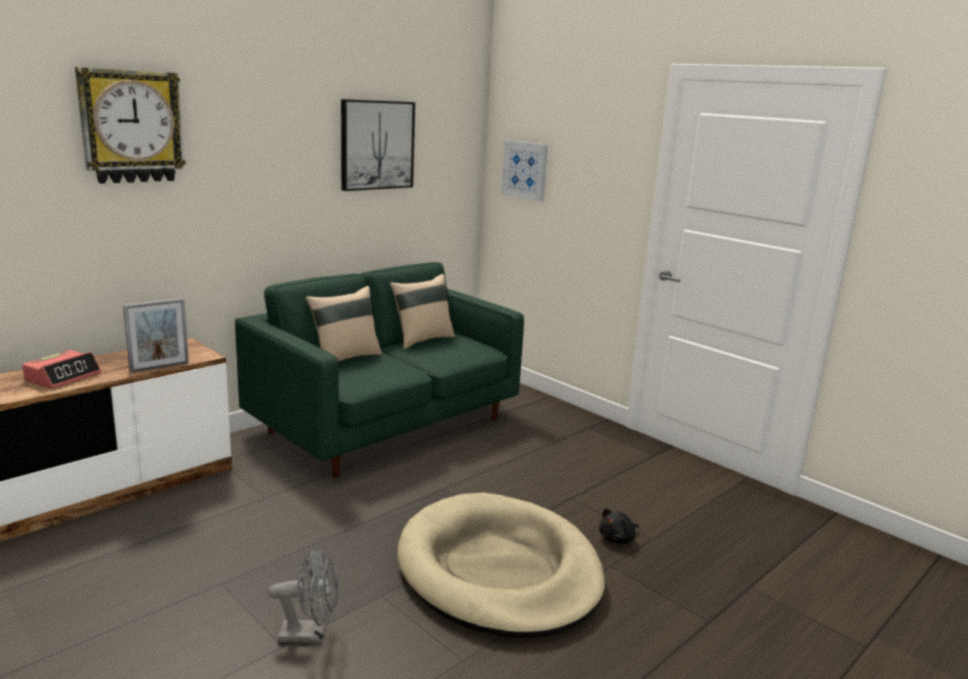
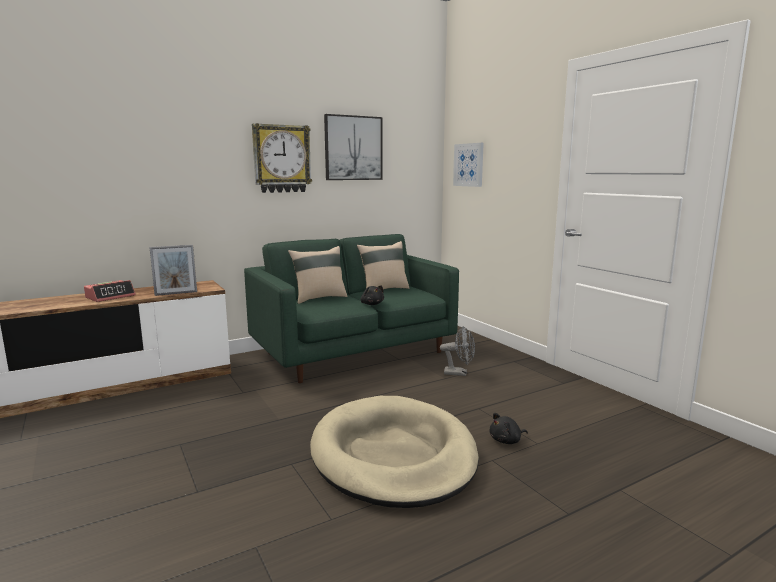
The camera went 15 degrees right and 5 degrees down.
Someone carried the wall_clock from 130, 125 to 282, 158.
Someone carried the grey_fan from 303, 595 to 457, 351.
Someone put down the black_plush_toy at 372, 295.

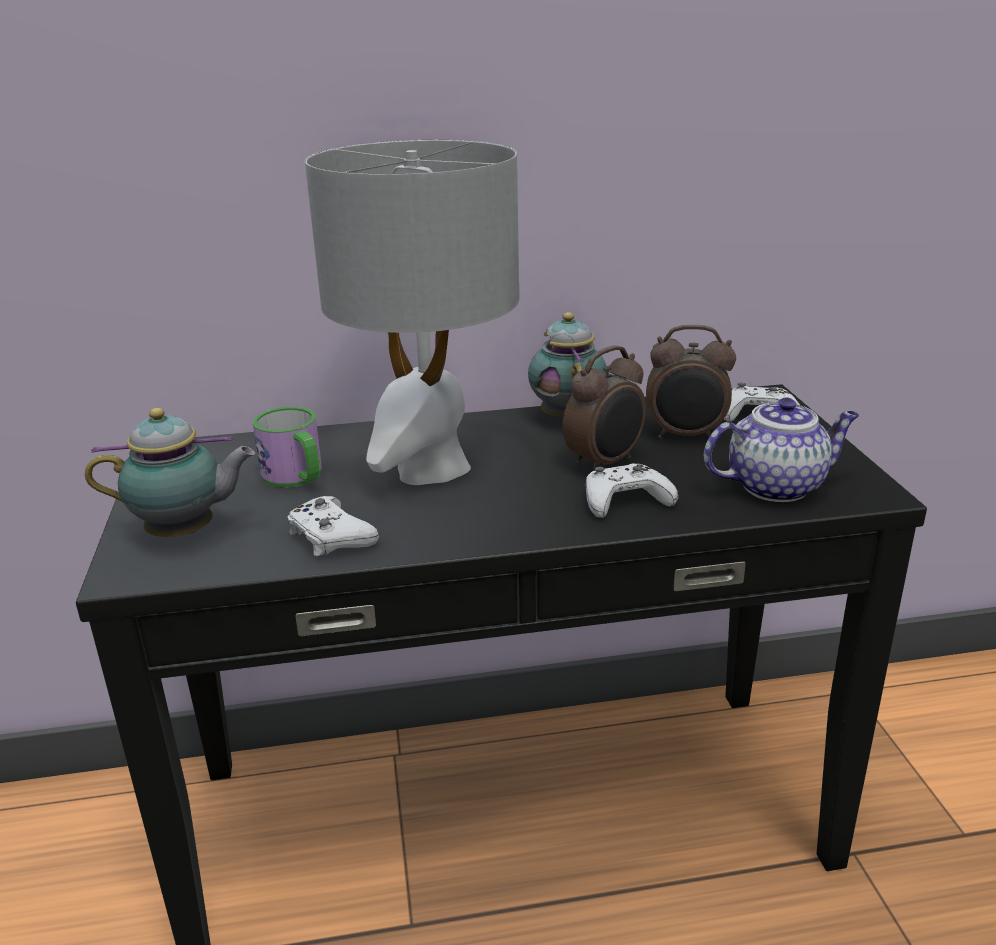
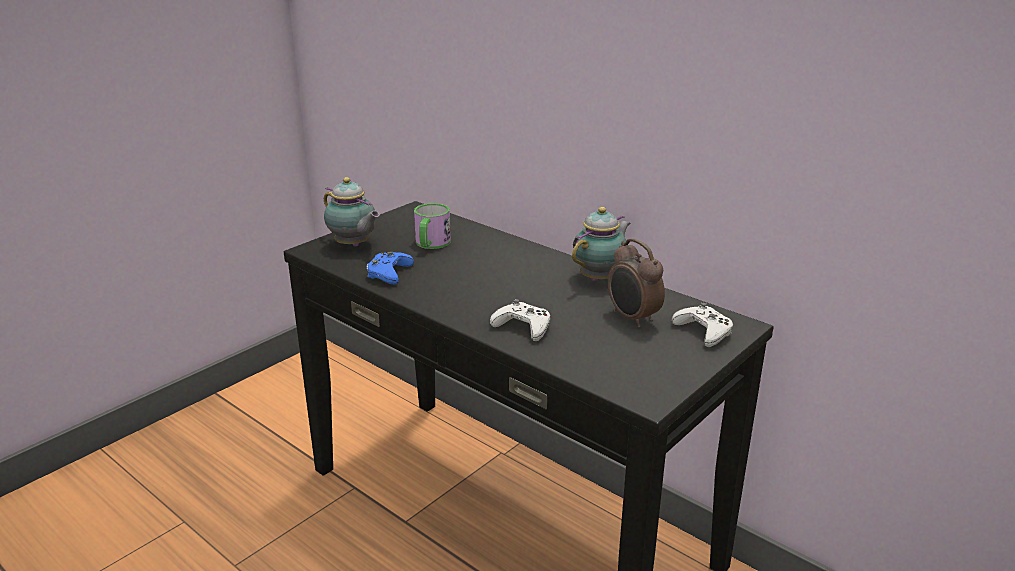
The camera went 50 degrees right and 0 degrees up.
Someone took away the grey_table_lamp at 412, 312.
Someone took away the alarm_clock at 604, 408.
Someone took away the teapot at 781, 449.
Someone repainted the white_game_controller at 333, 526, which became the blue_game_controller at 390, 268.

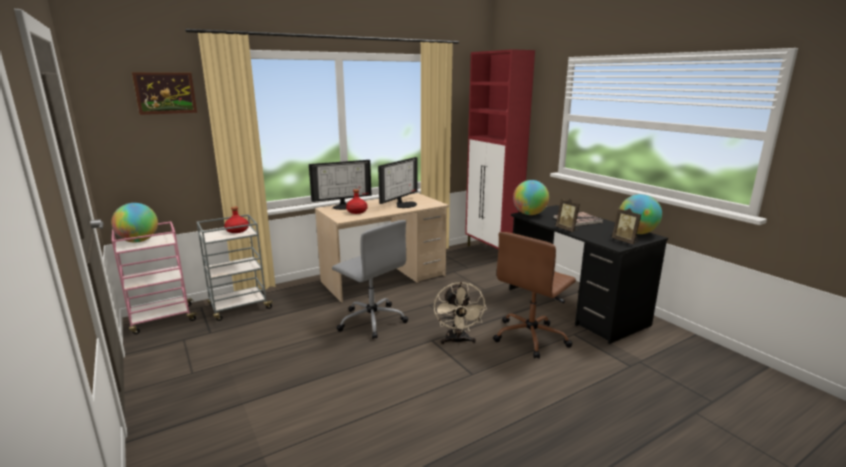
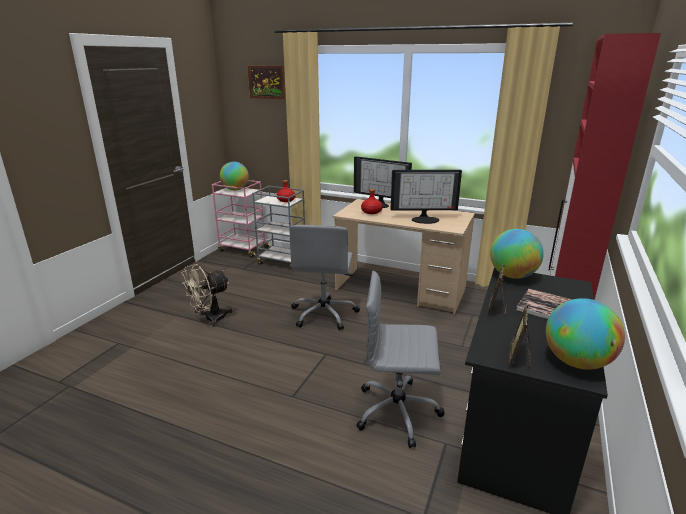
The camera went 55 degrees right and 5 degrees up.
Someone repainted the brown_office_chair at 534, 295, which became the grey_office_chair at 400, 359.
Someone carried the beige_fan from 460, 313 to 207, 295.

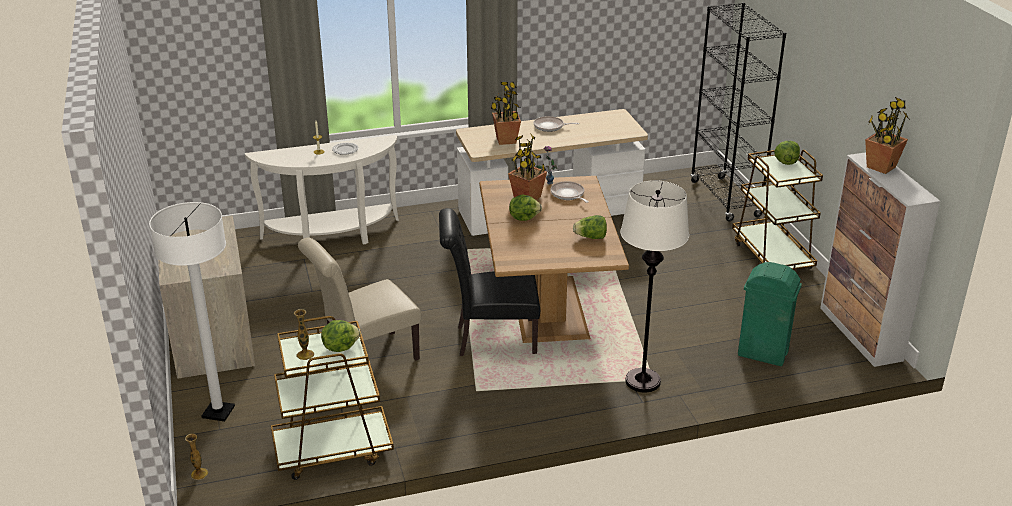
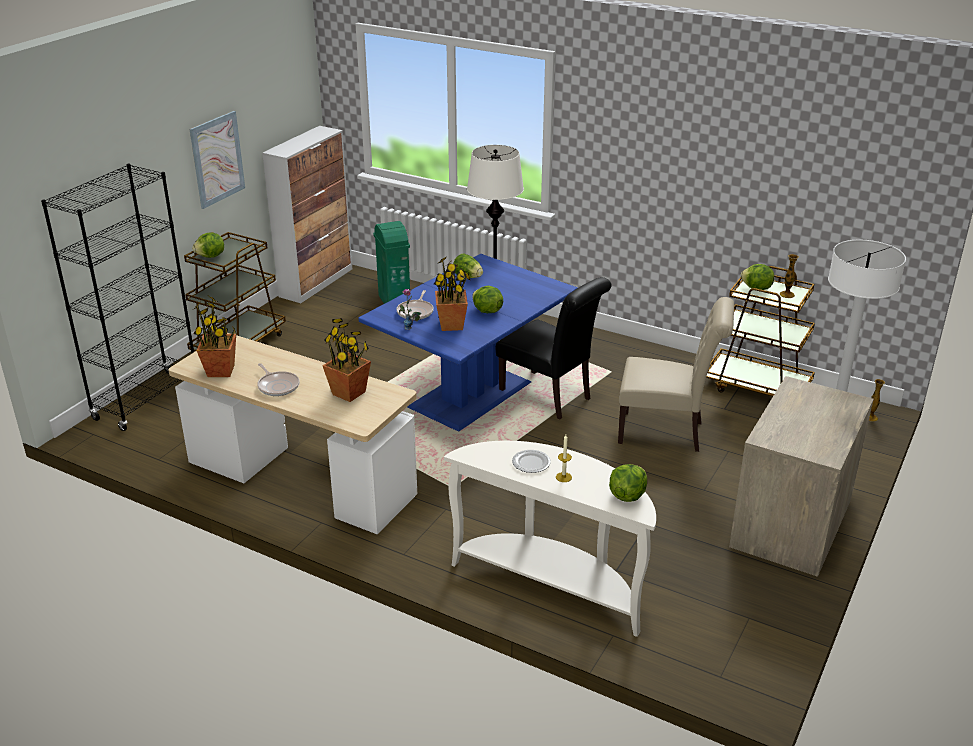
The camera went 135 degrees left and 0 degrees up.
Someone carried the potted_plant from 887, 135 to 214, 336.
Someone repainted the brown_dining_table at 554, 259, which became the blue_dining_table at 467, 343.
Someone put up the picture at 217, 160.
Someone put down the lettuce at 628, 483.

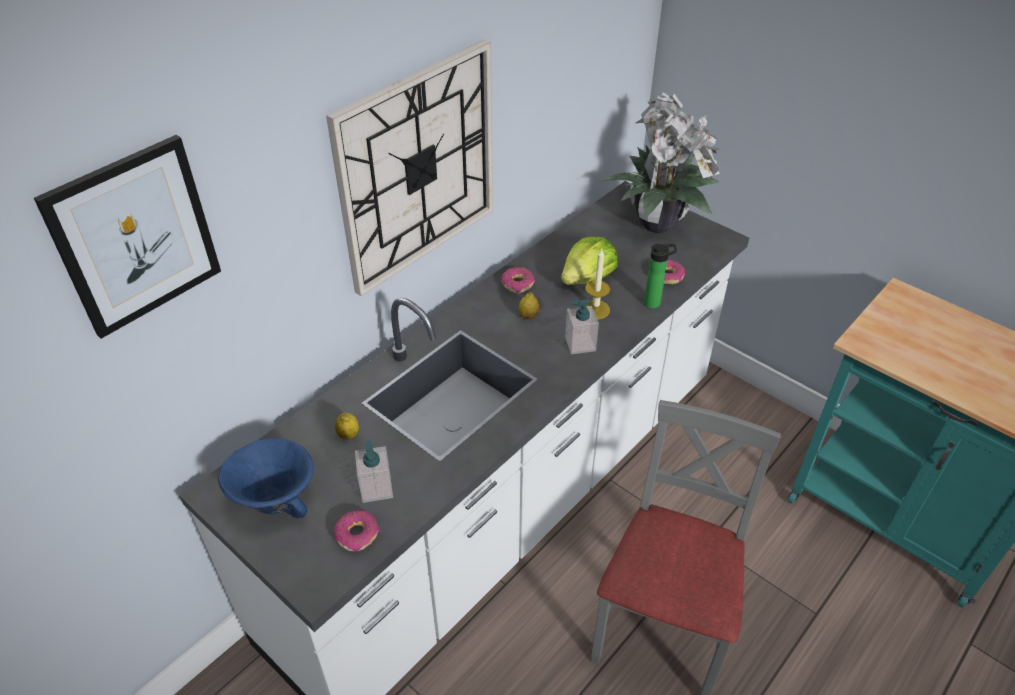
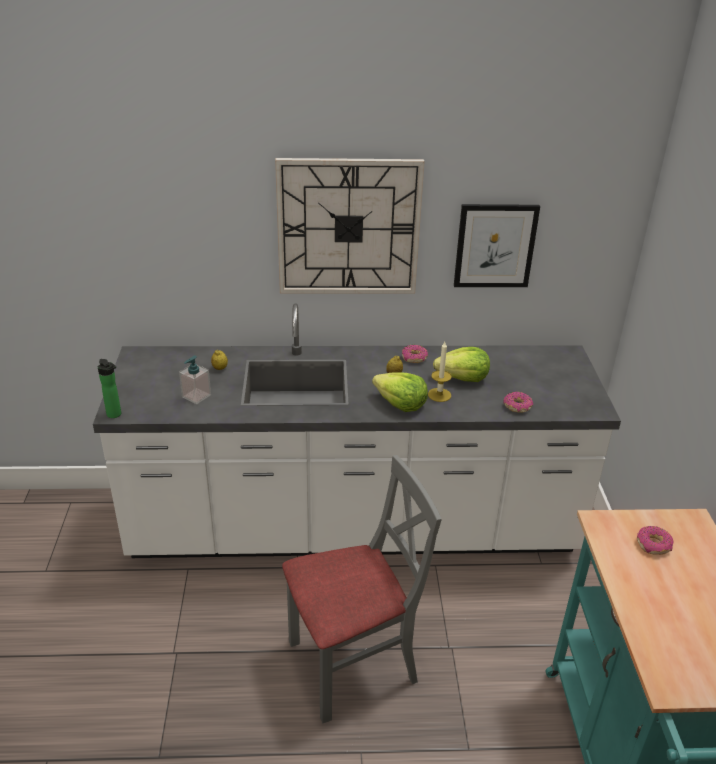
The camera went 45 degrees right and 10 degrees down.
Someone took away the potted_plant at 660, 163.
Someone carried the picture from 127, 237 to 497, 245.
Someone carried the bottle from 660, 276 to 109, 388.
Someone swapped the soap_dispenser at 582, 326 for the lettuce at 400, 392.
Someone took away the blue_bowl at 266, 478.
Someone carried the donut from 357, 531 to 655, 540.

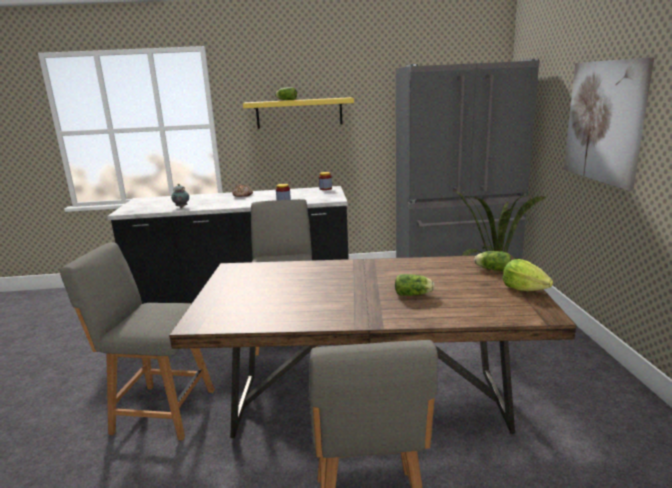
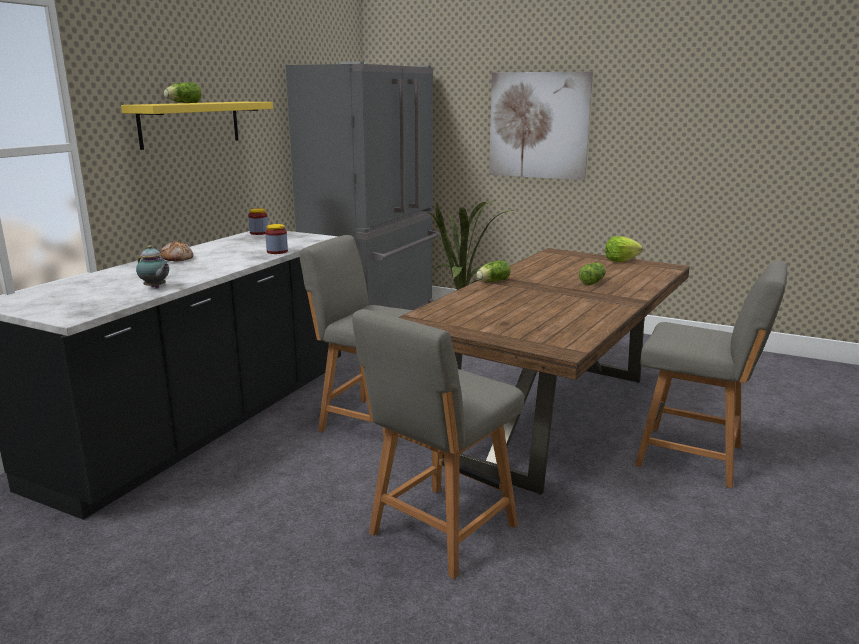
The camera went 60 degrees left and 0 degrees up.
Someone carried the lettuce from 492, 261 to 493, 271.

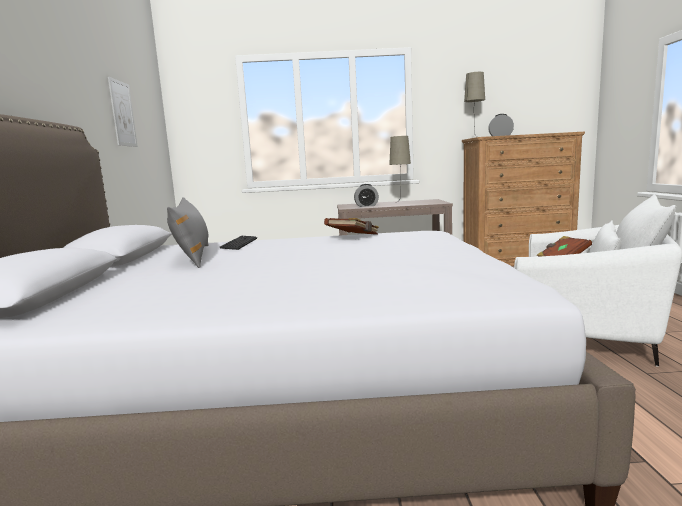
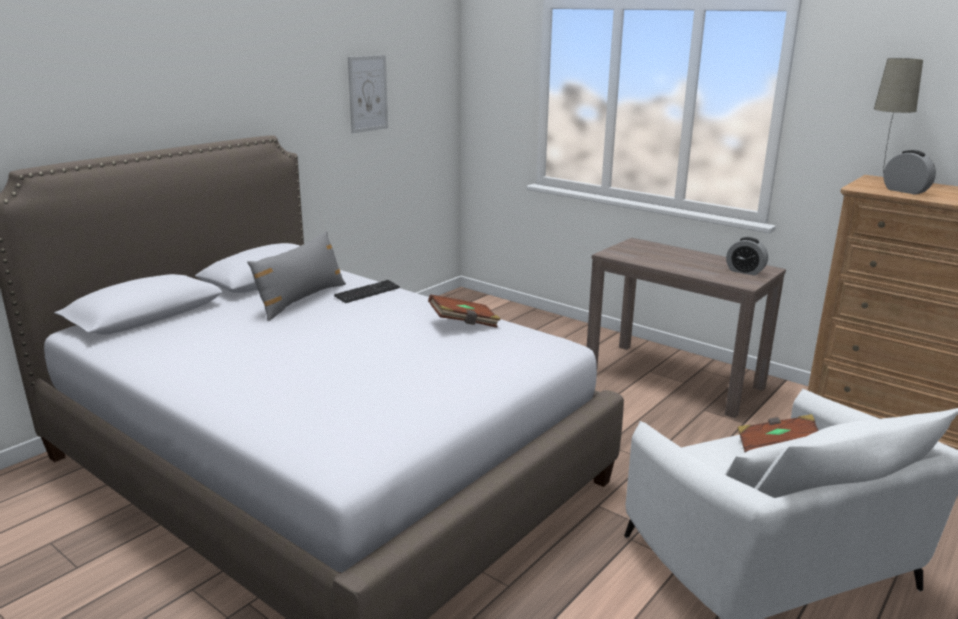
The camera went 40 degrees right and 10 degrees up.
Someone took away the beige_table_lamp at 400, 169.
Someone carried the alarm_clock from 366, 195 to 747, 256.

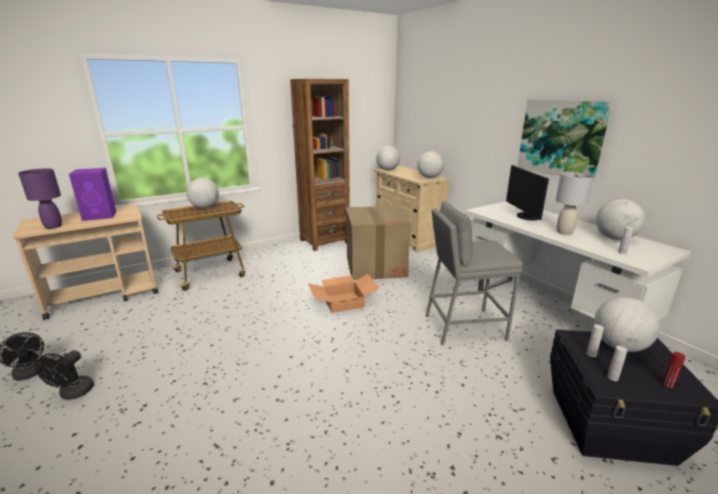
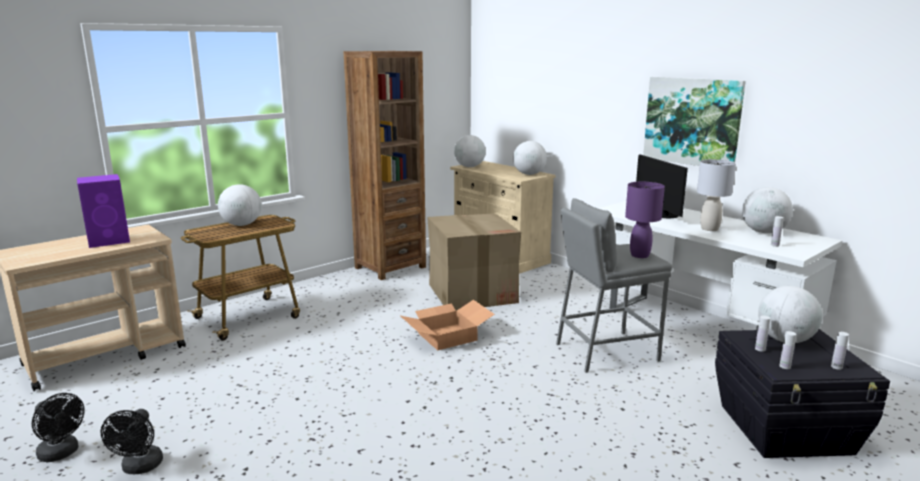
The camera went 10 degrees left and 5 degrees down.
Someone carried the purple_table_lamp from 40, 199 to 645, 220.
Someone repainted the red_bottle at 673, 370, which became the white_bottle at 840, 351.

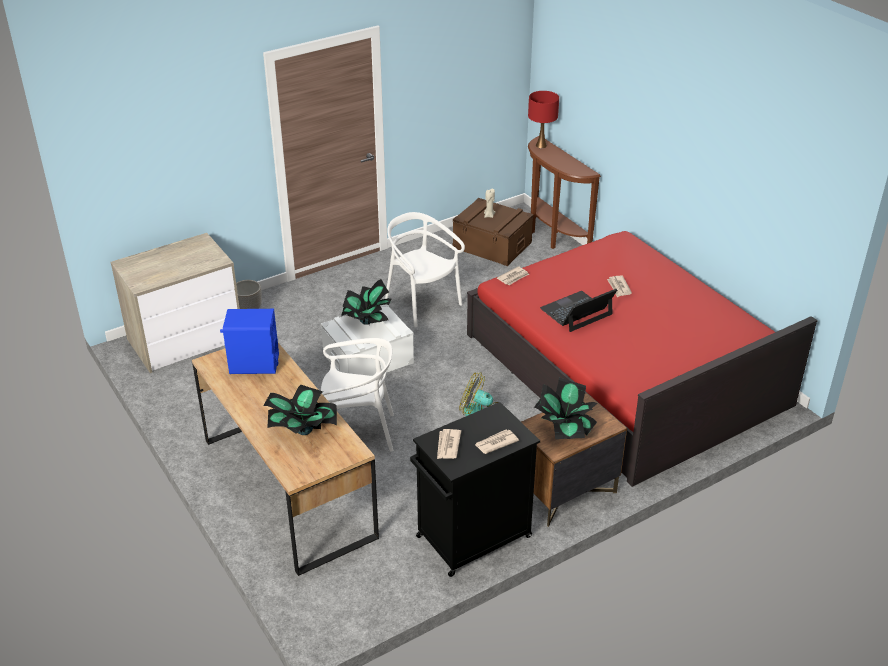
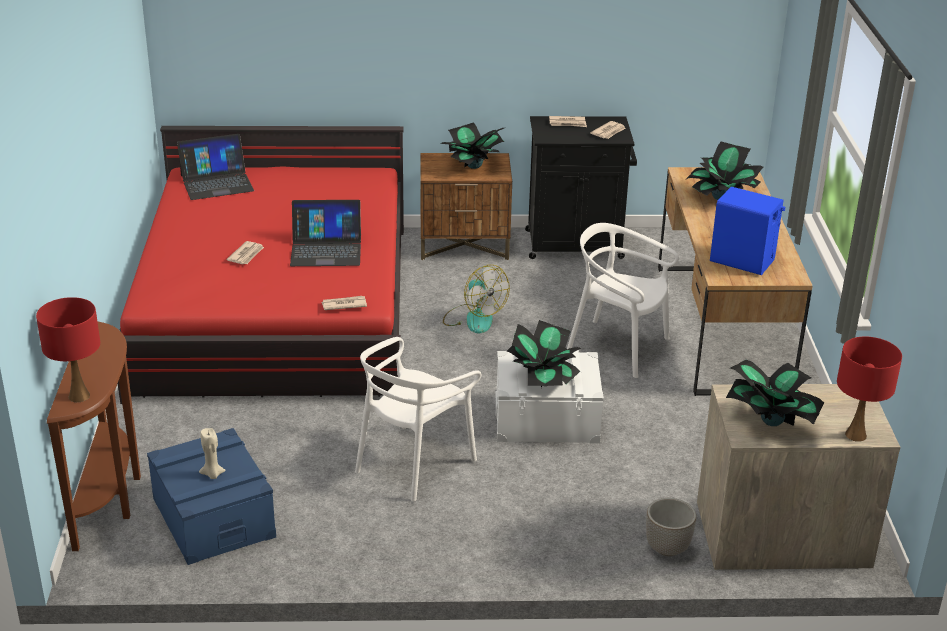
The camera went 150 degrees left and 5 degrees down.
Someone repainted the brown_storage_box at 493, 232, which became the blue_storage_box at 211, 496.
Someone rotated the white_chair at 425, 269 by 45 degrees clockwise.
Someone put down the laptop at 215, 167.
Someone put down the red_table_lamp at 869, 389.
Someone put down the potted_plant at 775, 393.

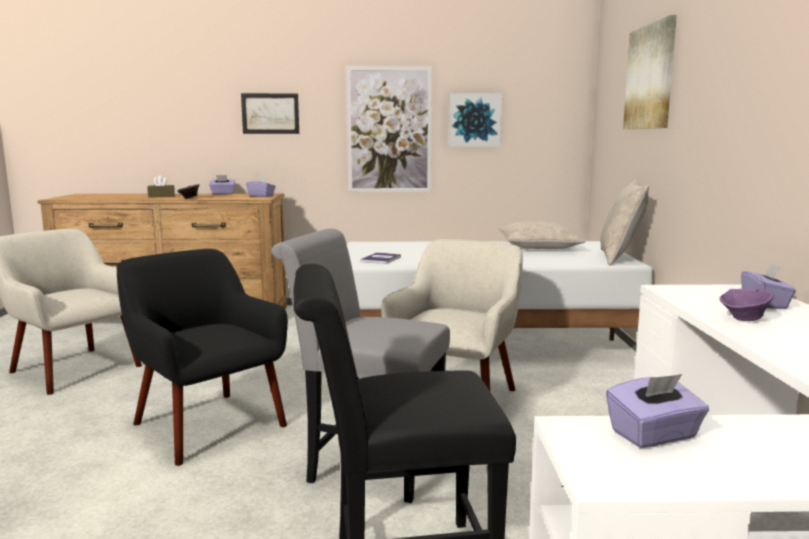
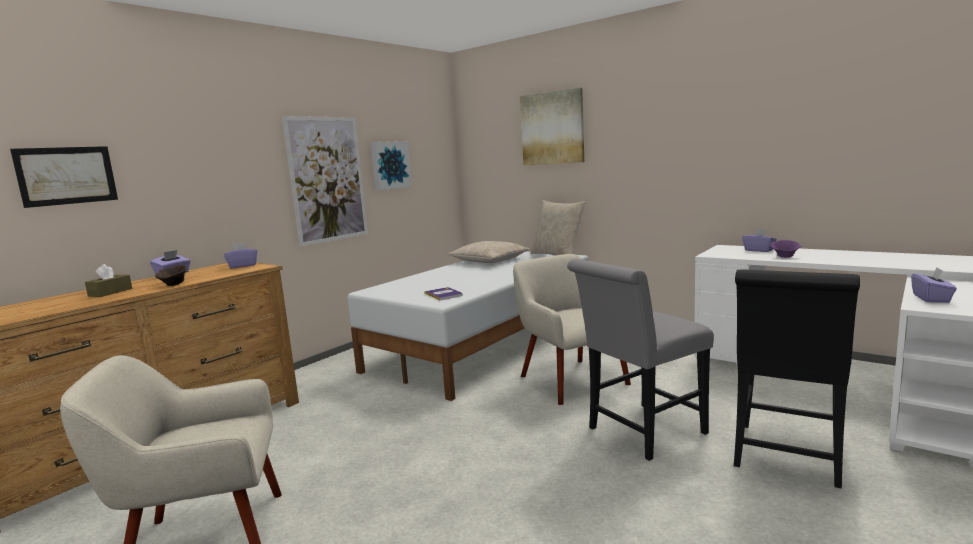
The camera went 50 degrees left and 0 degrees up.
Someone carried the picture from 270, 113 to 64, 177.
Someone took away the black_armchair at 202, 357.

